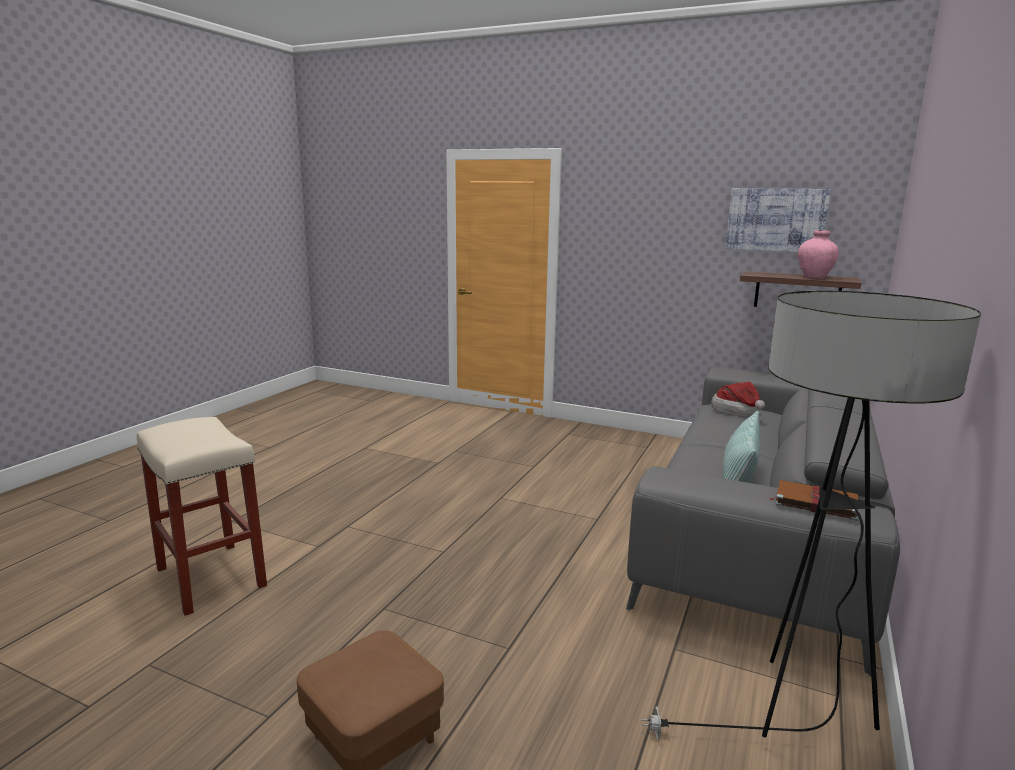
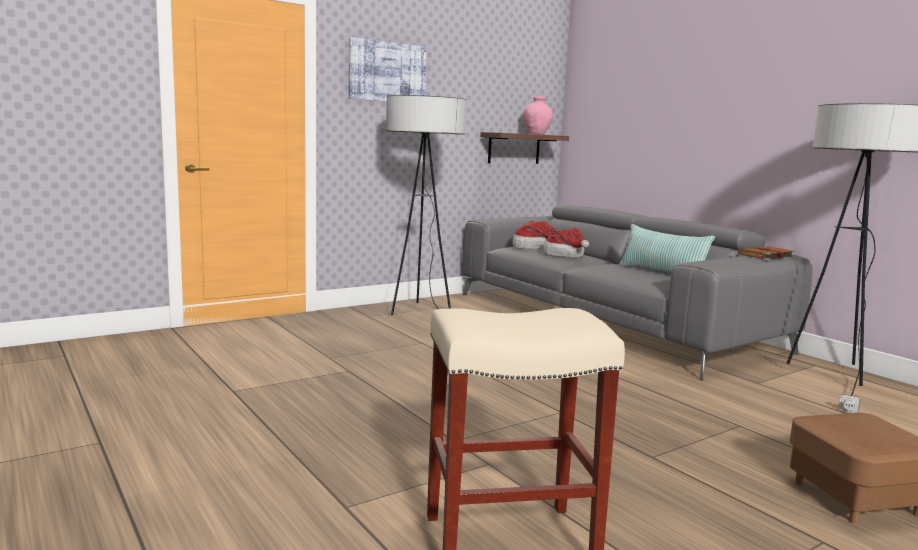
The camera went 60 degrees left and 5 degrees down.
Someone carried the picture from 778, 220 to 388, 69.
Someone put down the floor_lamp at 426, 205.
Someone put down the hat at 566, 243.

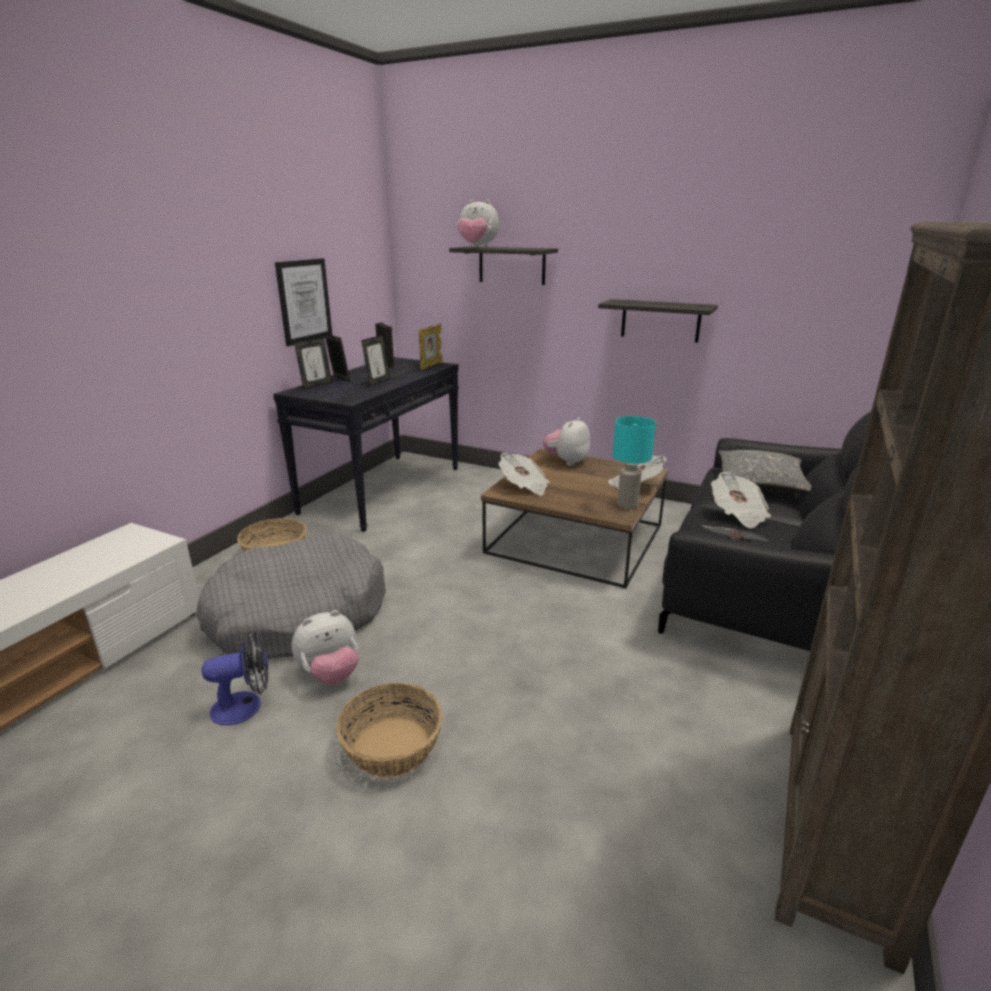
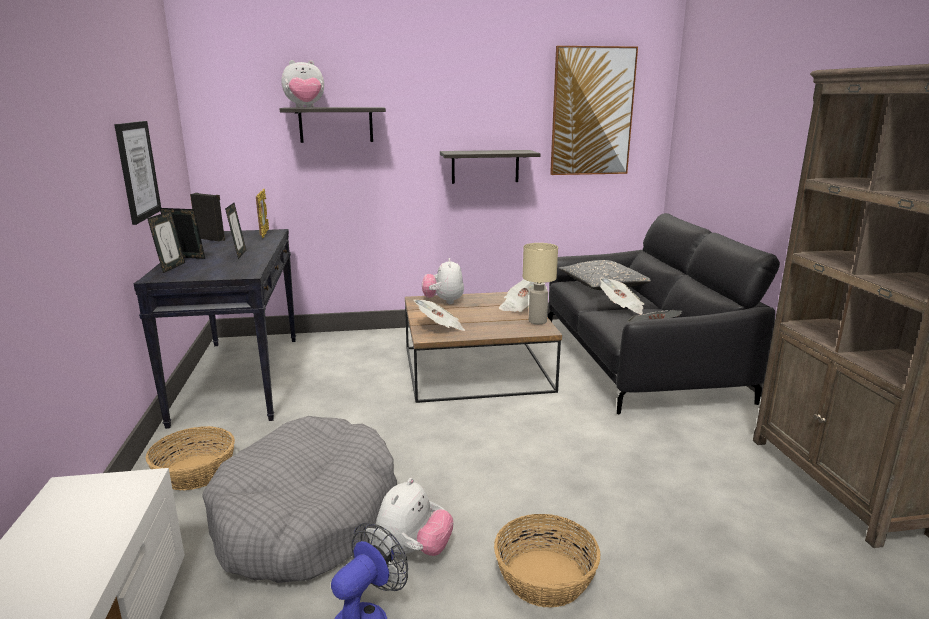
The camera went 35 degrees left and 5 degrees down.
Someone repainted the turquoise_table_lamp at 634, 462, which became the beige_table_lamp at 540, 283.
Someone put up the picture at 594, 110.

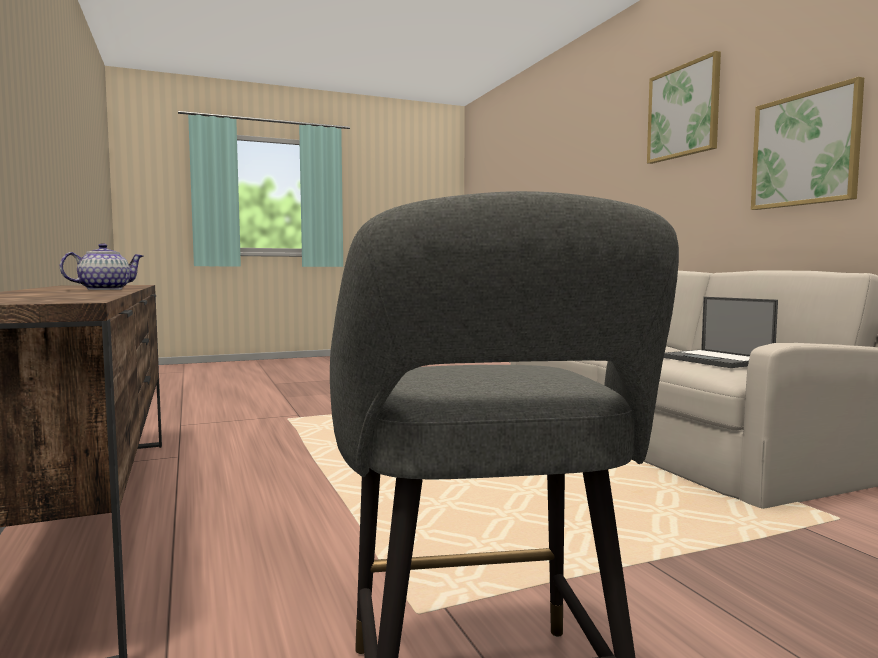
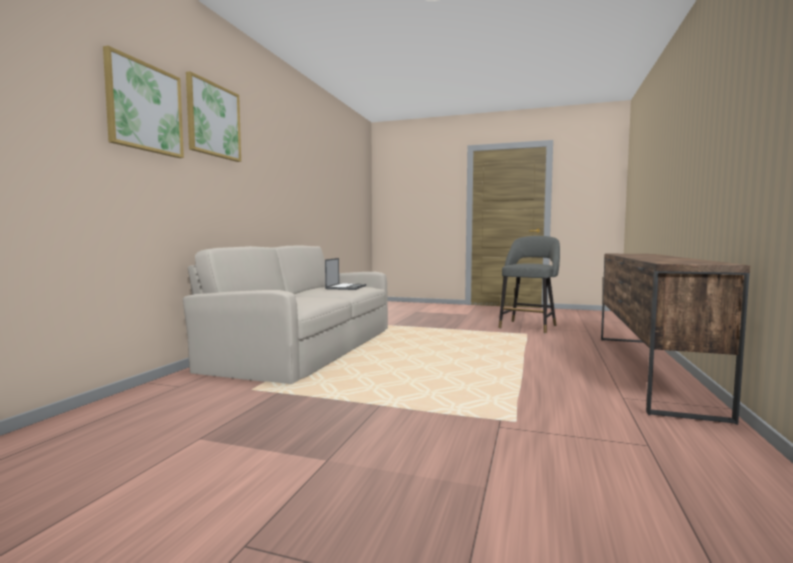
The camera went 140 degrees left and 0 degrees up.
Someone carried the picture from 807, 143 to 143, 102.
Someone took away the teapot at 101, 266.

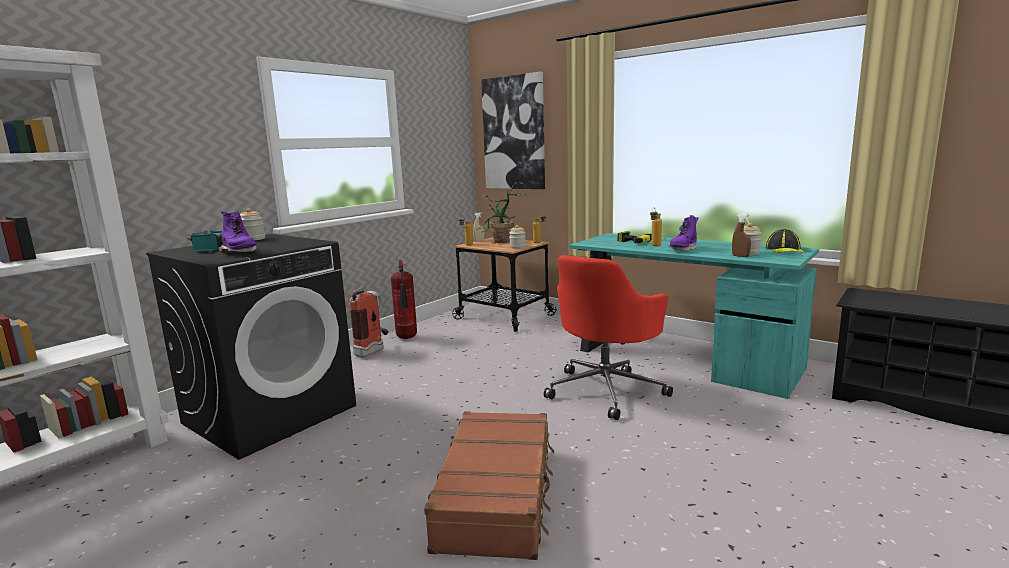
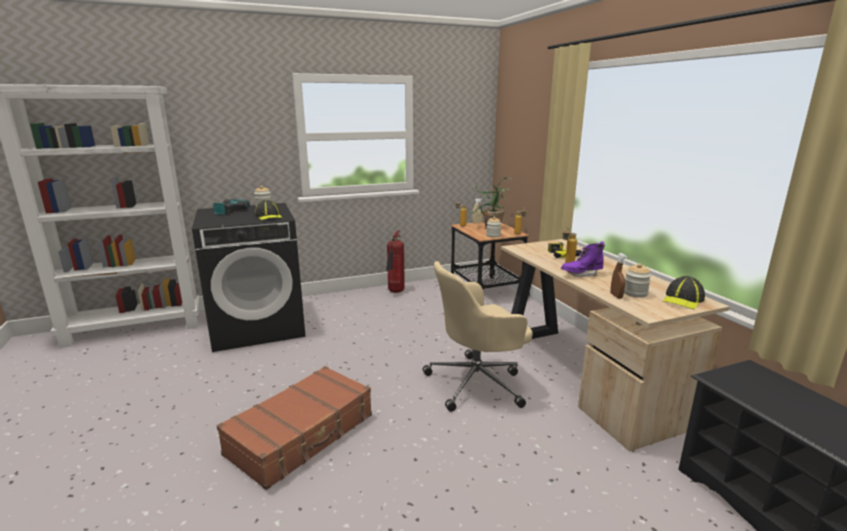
The camera went 30 degrees right and 5 degrees up.
Someone took away the picture at 513, 130.
Someone took away the purple_boot at 237, 231.
Someone repainted the turquoise_desk at 694, 316, which became the beige_desk at 615, 345.
Someone repainted the red_office_chair at 608, 337, which became the beige_office_chair at 478, 336.
Someone took away the fire_extinguisher at 368, 322.
Someone put down the cap at 268, 210.

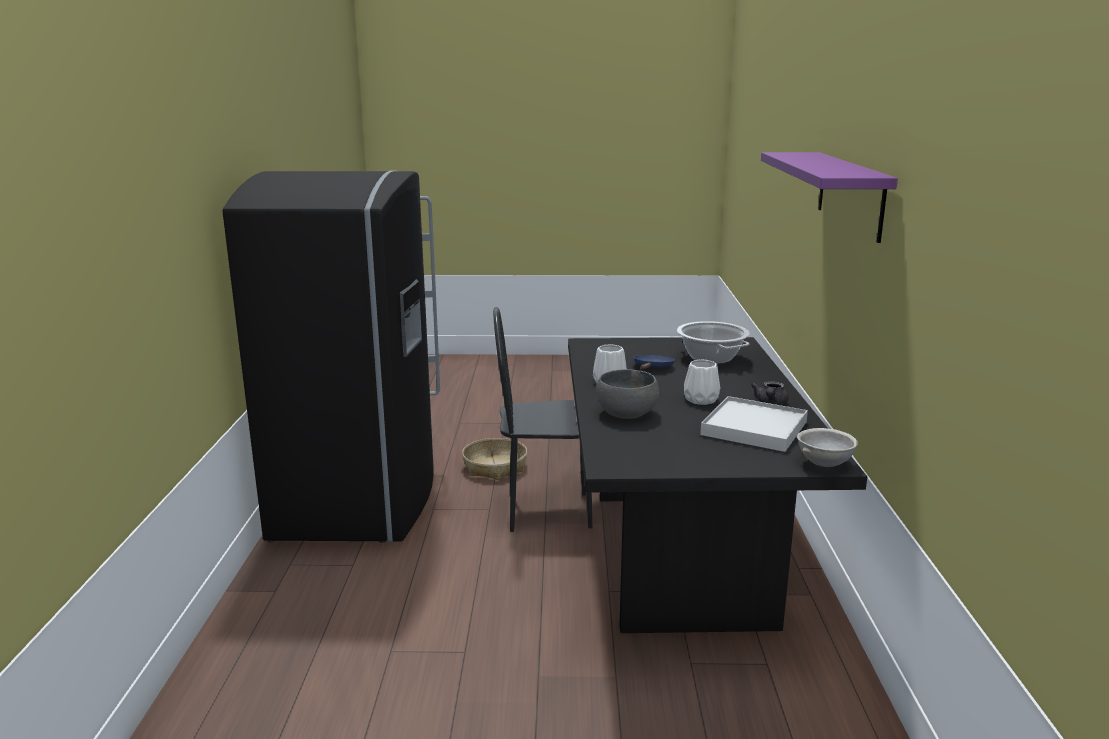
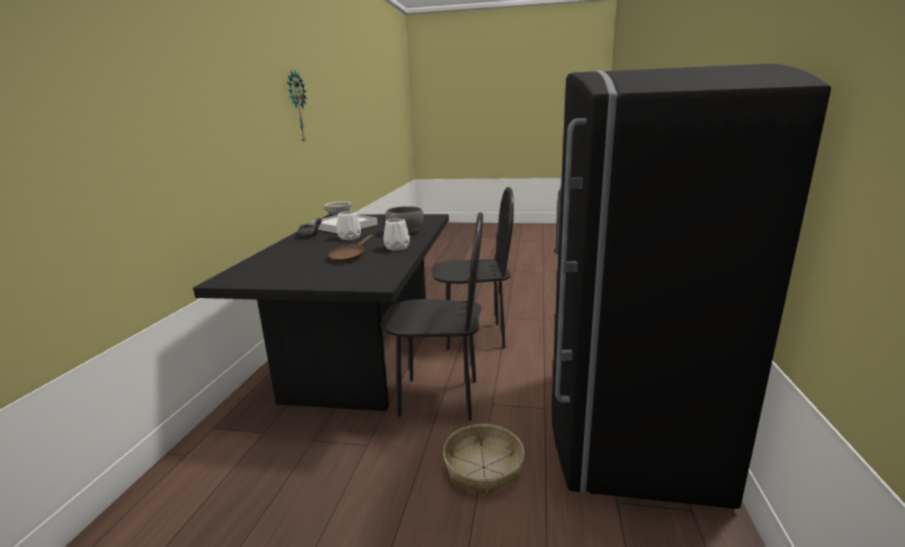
The camera went 170 degrees left and 0 degrees up.
Someone took away the purple_shelf at 829, 197.
Someone took away the cooking_pot at 713, 342.
Someone repainted the blue_frying_pan at 654, 362, which became the brown_frying_pan at 351, 249.
Someone put up the wall_clock at 297, 105.
Someone put down the black_chair at 473, 268.

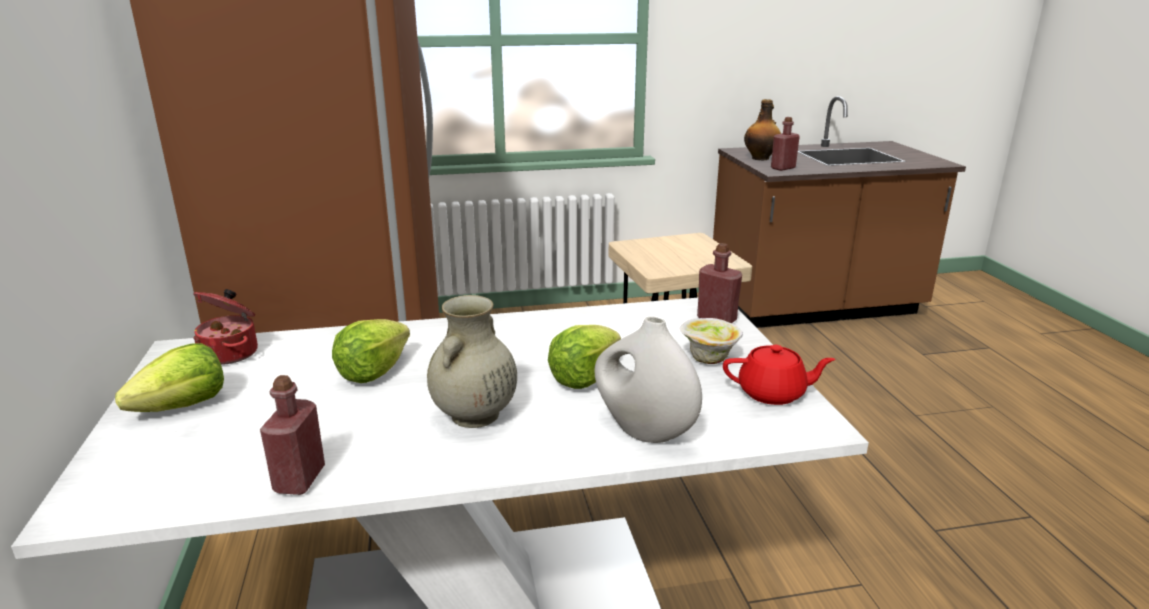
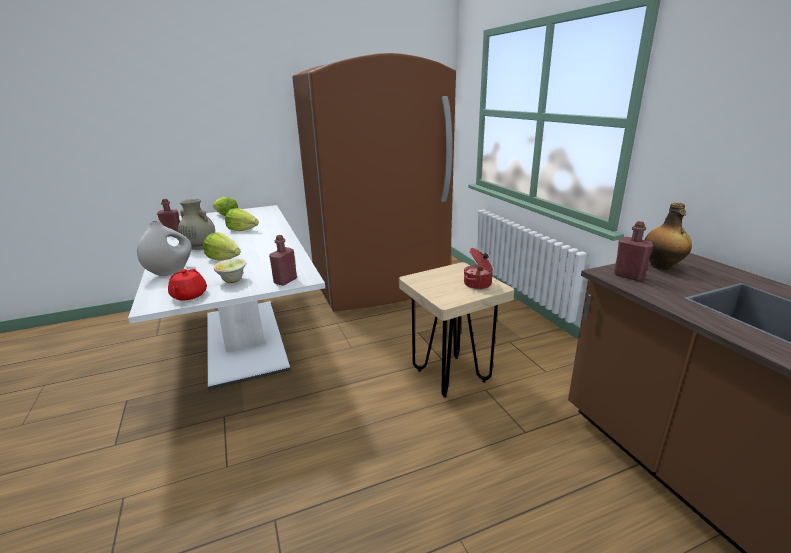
The camera went 80 degrees right and 0 degrees up.
Someone carried the cooking_pot from 225, 327 to 478, 268.

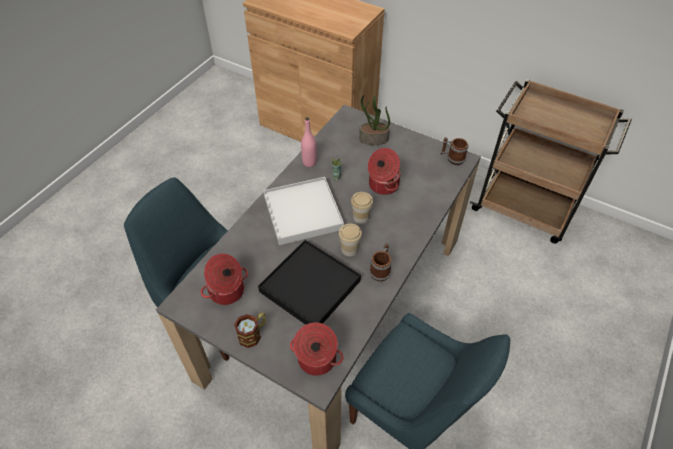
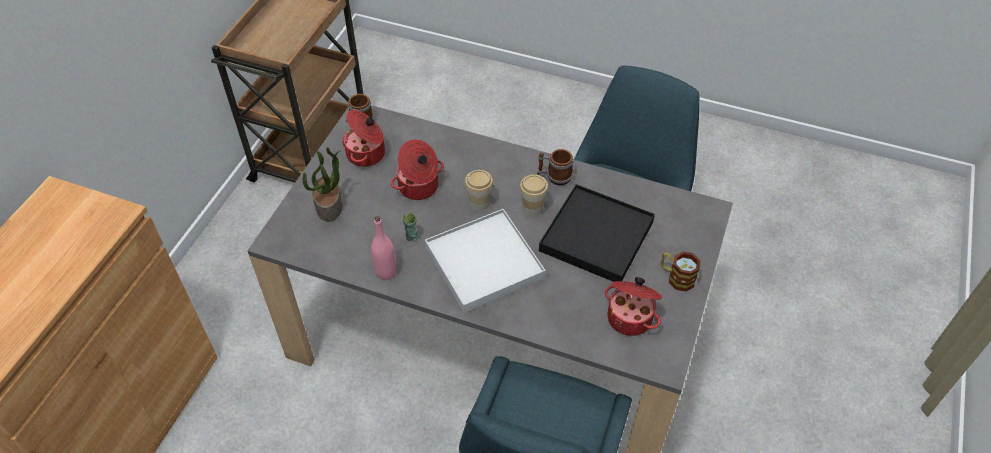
The camera went 100 degrees left and 0 degrees up.
Someone carried the cooking_pot from 316, 349 to 363, 138.

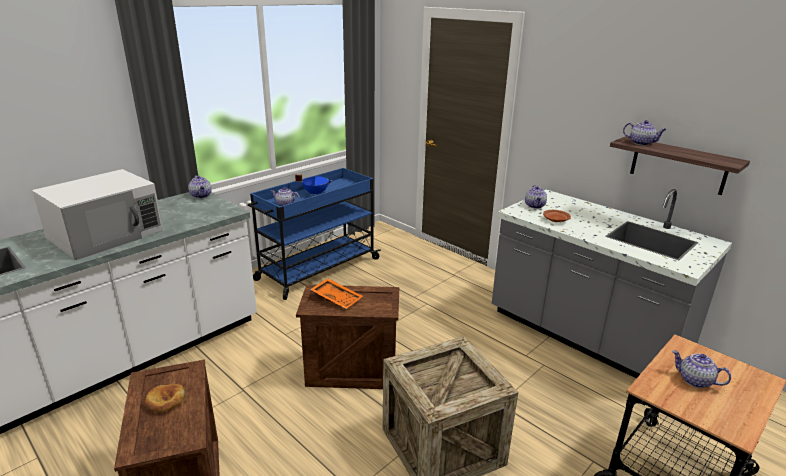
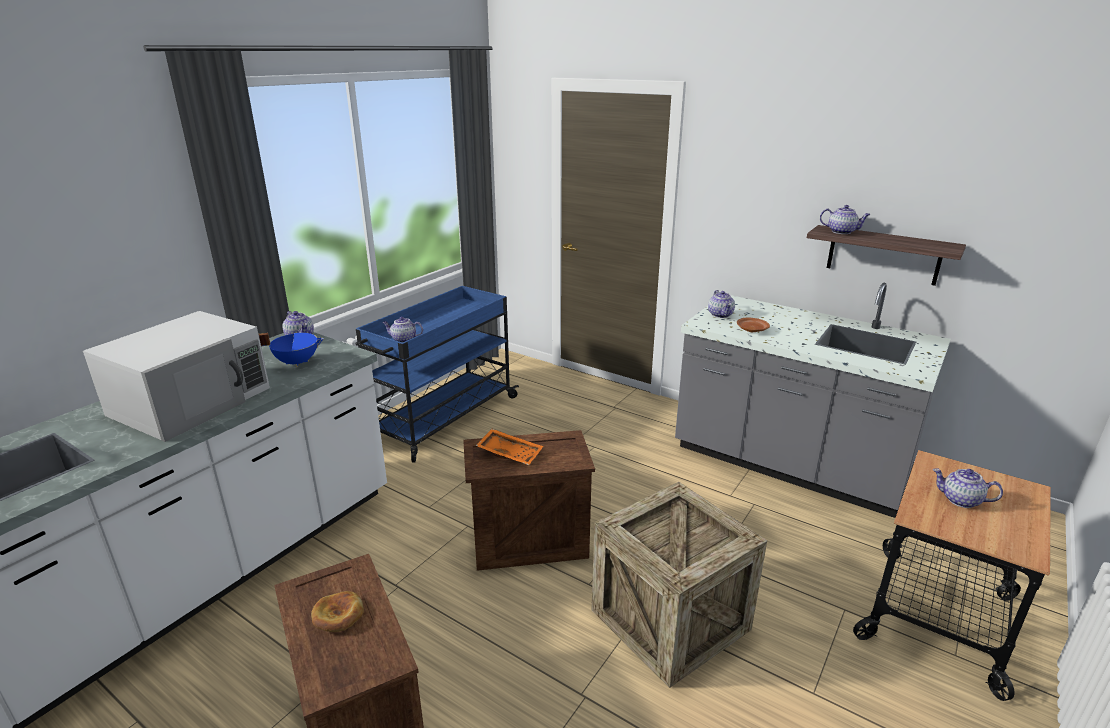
The camera went 10 degrees left and 0 degrees up.
Someone carried the blue_cooking_pot from 313, 185 to 291, 350.

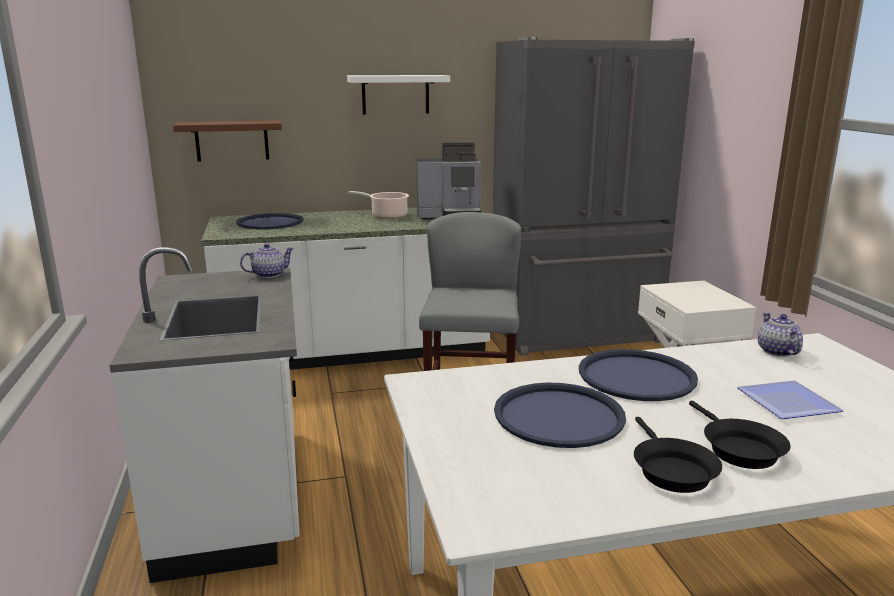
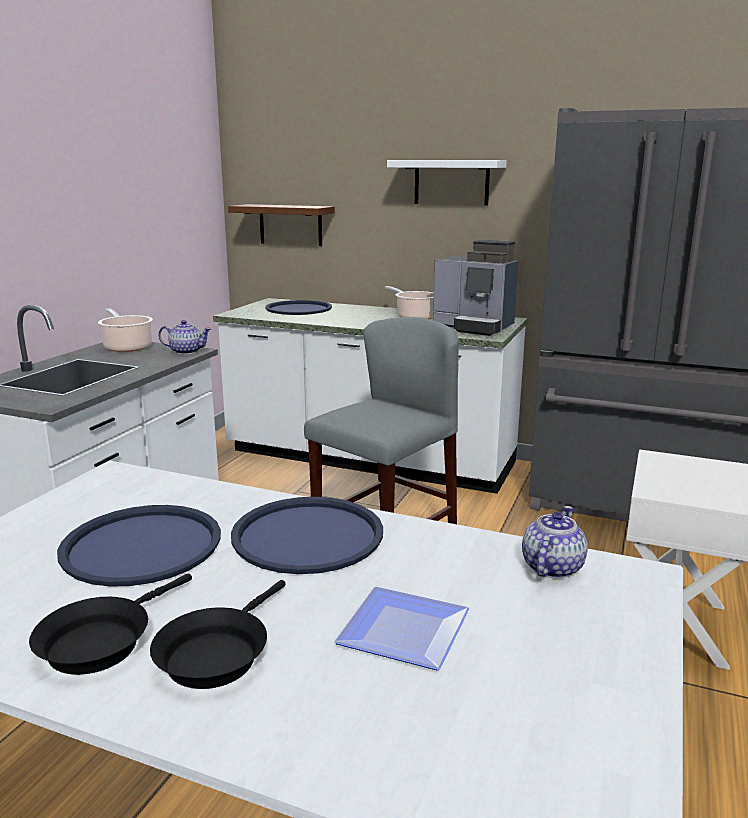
The camera went 35 degrees right and 0 degrees up.
Someone put down the cooking_pot at 125, 330.

